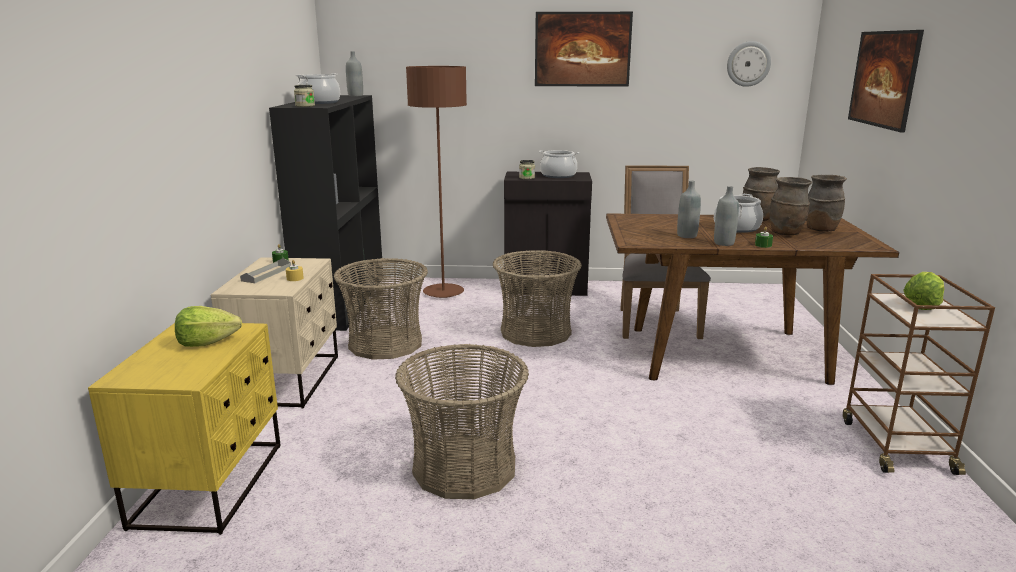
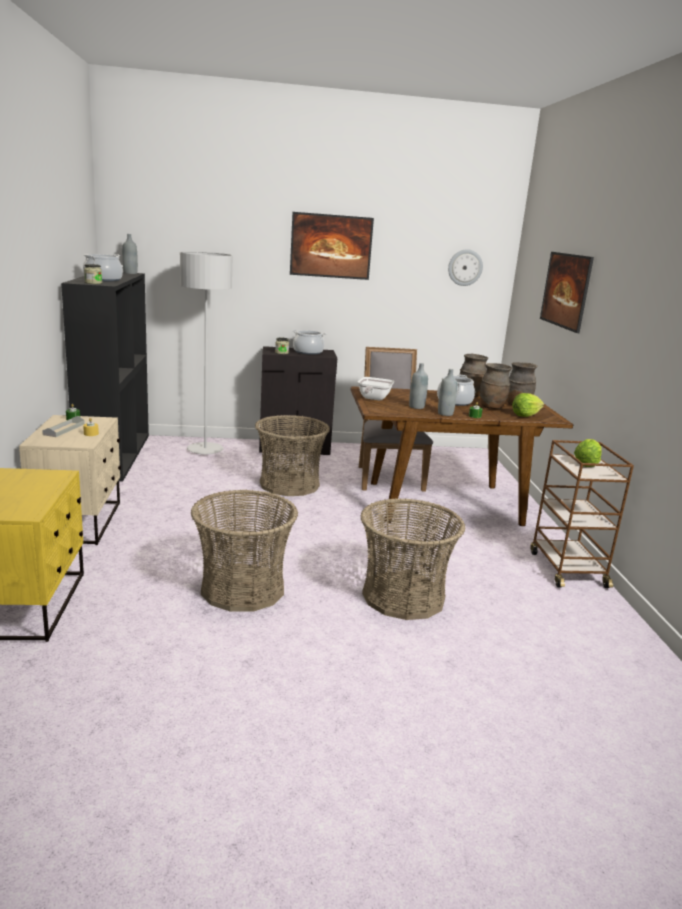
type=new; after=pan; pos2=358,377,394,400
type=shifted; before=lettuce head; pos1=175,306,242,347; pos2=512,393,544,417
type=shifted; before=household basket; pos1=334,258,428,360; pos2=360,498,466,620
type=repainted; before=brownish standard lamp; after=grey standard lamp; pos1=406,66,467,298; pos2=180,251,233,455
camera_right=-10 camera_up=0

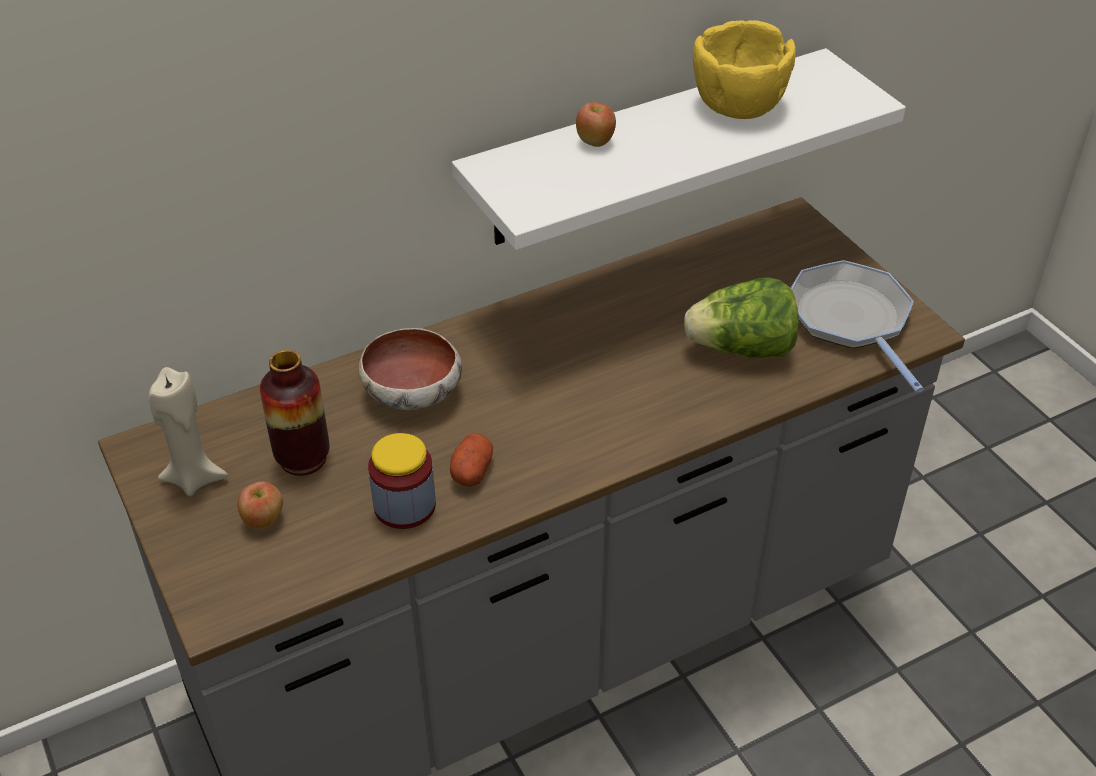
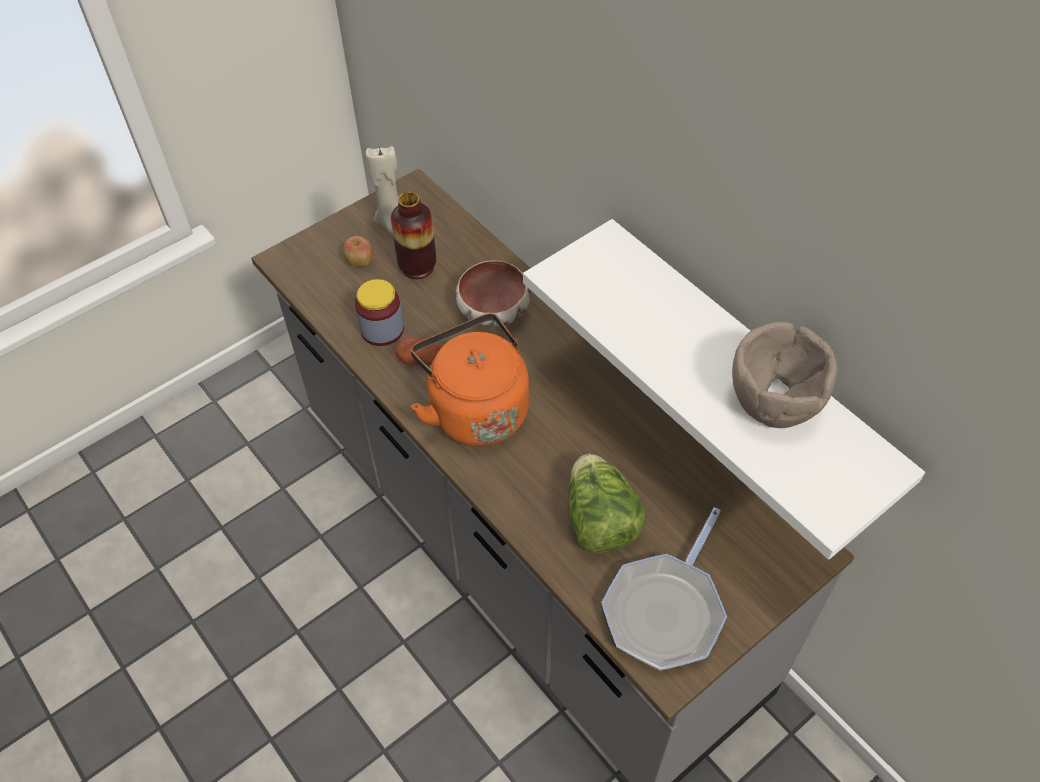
type=gone; before=whole apple; pos1=576,102,616,147
type=new; after=orange-coloured kettle; pos2=411,313,529,446
type=repainted; before=yellow-coloured serving bowl; after=brownish serving bowl; pos1=693,20,796,119; pos2=732,322,837,428
type=rotated; before=pan; pos1=791,260,923,392; pos2=601,508,727,671; turn=150
camera_right=80 camera_up=10

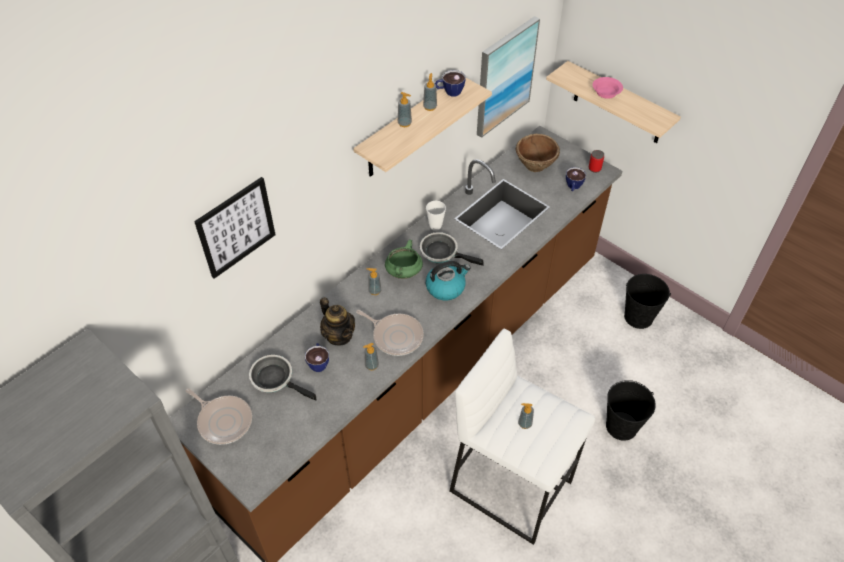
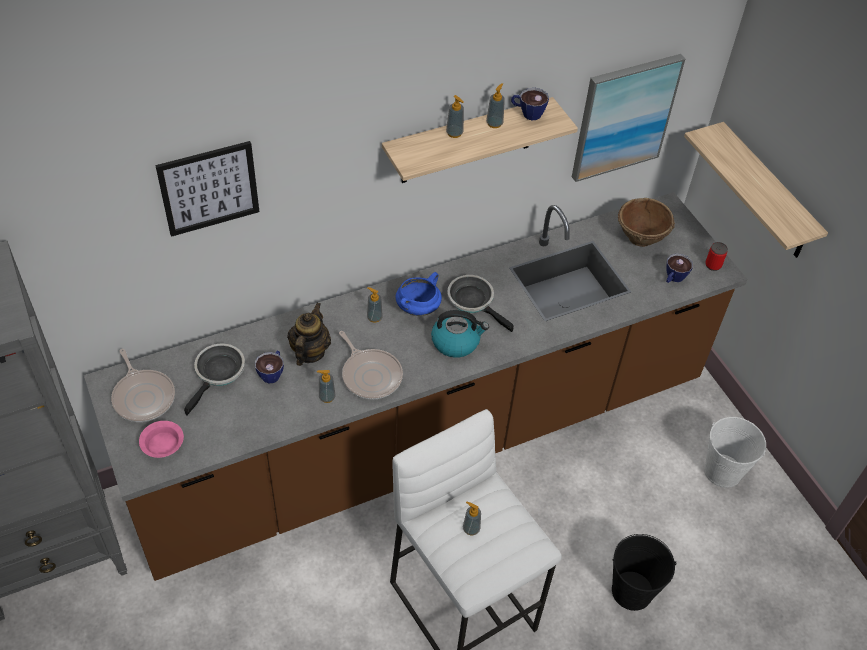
type=gone; before=drinking cup; pos1=426,201,446,231
type=shifted; before=pink serving bowl; pos1=593,77,623,99; pos2=139,421,184,458
type=repainted; before=green stockpot; after=blue stockpot; pos1=385,240,423,279; pos2=396,272,442,316
type=repainted; before=black pail; after=white pail; pos1=624,274,671,329; pos2=704,417,766,488
type=rotated; before=pan; pos1=249,355,317,401; pos2=184,343,245,416; turn=60
type=rotated; before=teapot; pos1=320,297,355,346; pos2=287,302,331,366; turn=-150
camera_right=20 camera_up=0

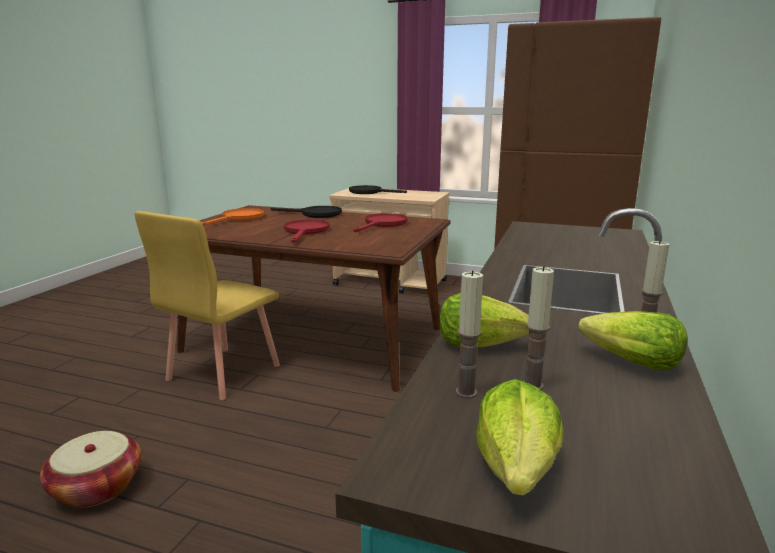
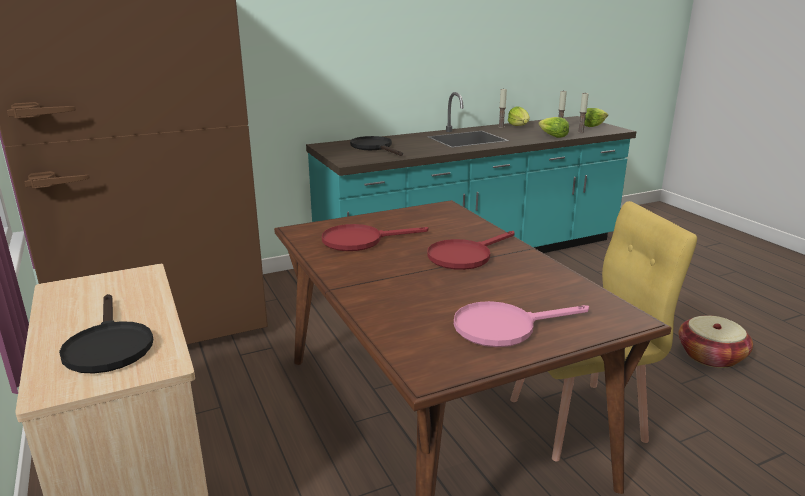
type=shifted; before=black pan; pos1=270,206,342,218; pos2=350,136,403,156
type=repainted; before=orange-coloured pan; after=pink pan; pos1=201,208,264,226; pos2=454,301,589,347
camera_right=-135 camera_up=5

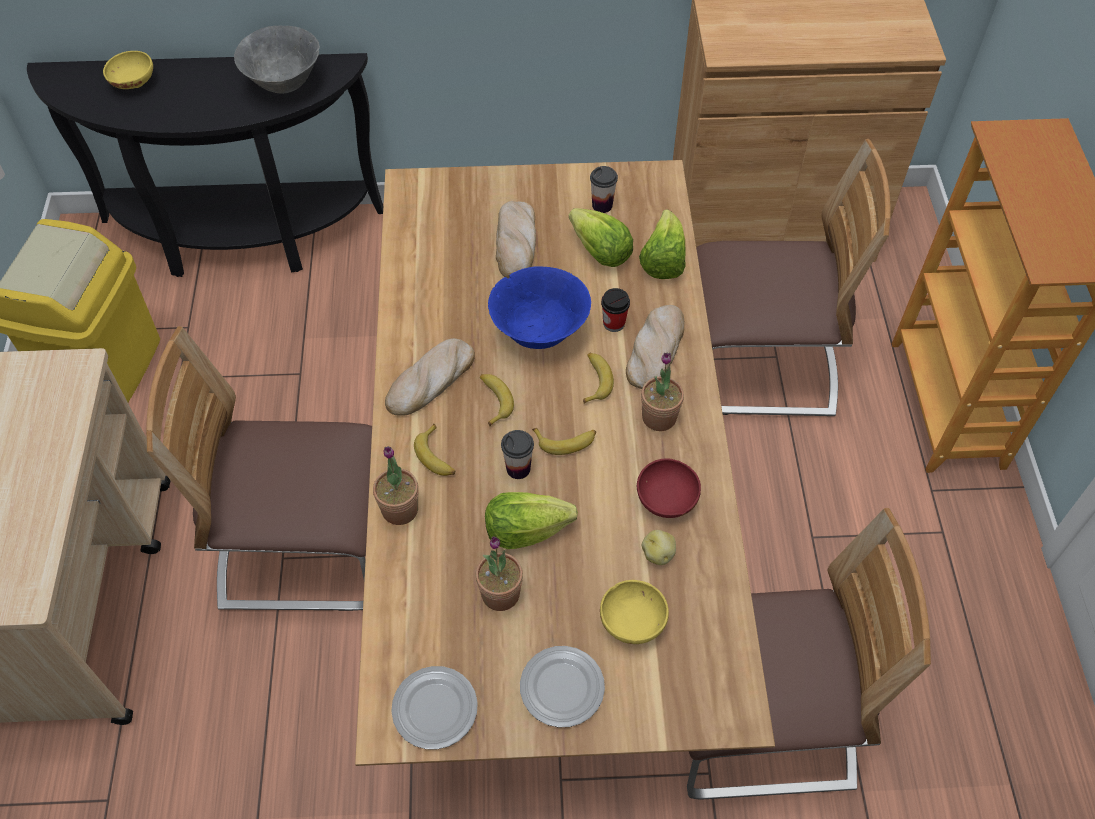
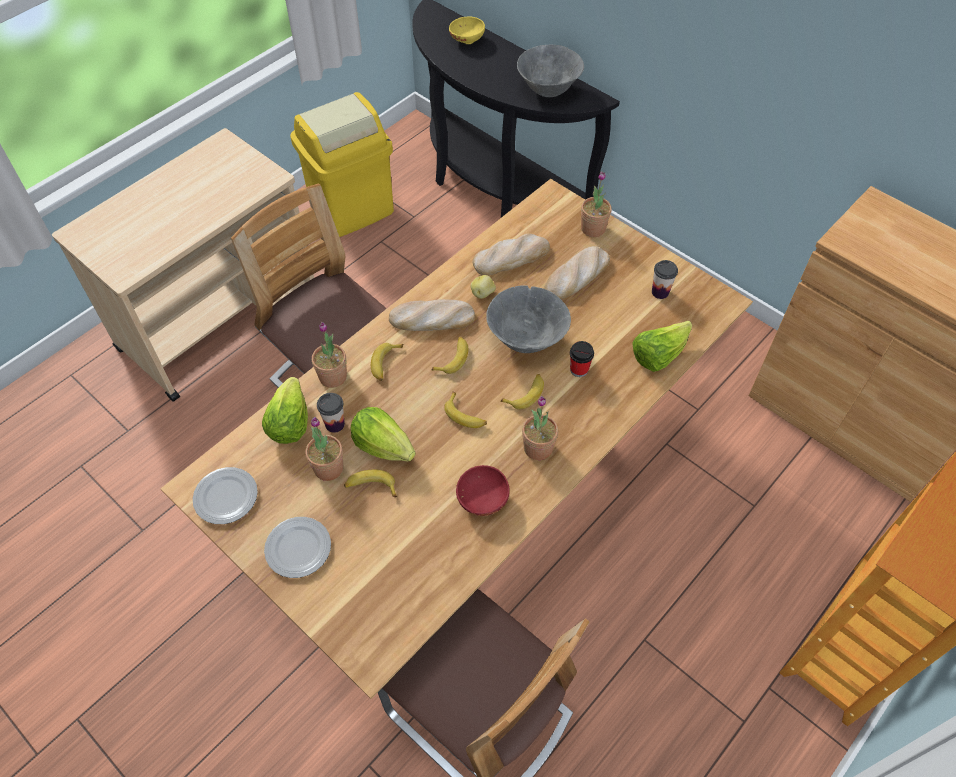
type=gone; before=yellow-coloured serving bowl; pos1=600,580,669,644
type=gone; before=chair; pos1=696,139,891,416
type=new; after=whole banana; pos2=344,470,397,497
type=new; after=houseplant; pos2=581,171,612,237
type=shifted; before=drinking cup; pos1=501,430,534,479; pos2=317,393,345,433
type=shifted; before=lettuce head; pos1=569,208,633,267; pos2=262,377,308,444
type=shifted; before=bakery bread; pos1=626,305,684,389; pos2=473,233,550,276
type=shifted; before=whole potato; pos1=642,530,676,565; pos2=471,275,496,299
type=repainted; before=blue serving bowl; after=grey serving bowl; pos1=488,267,591,349; pos2=486,286,571,353
camera_right=45 camera_up=0

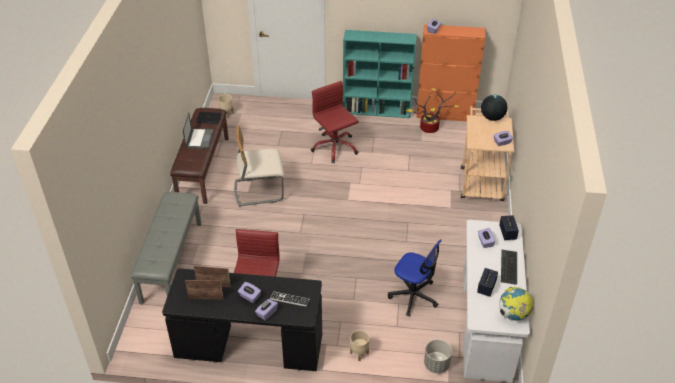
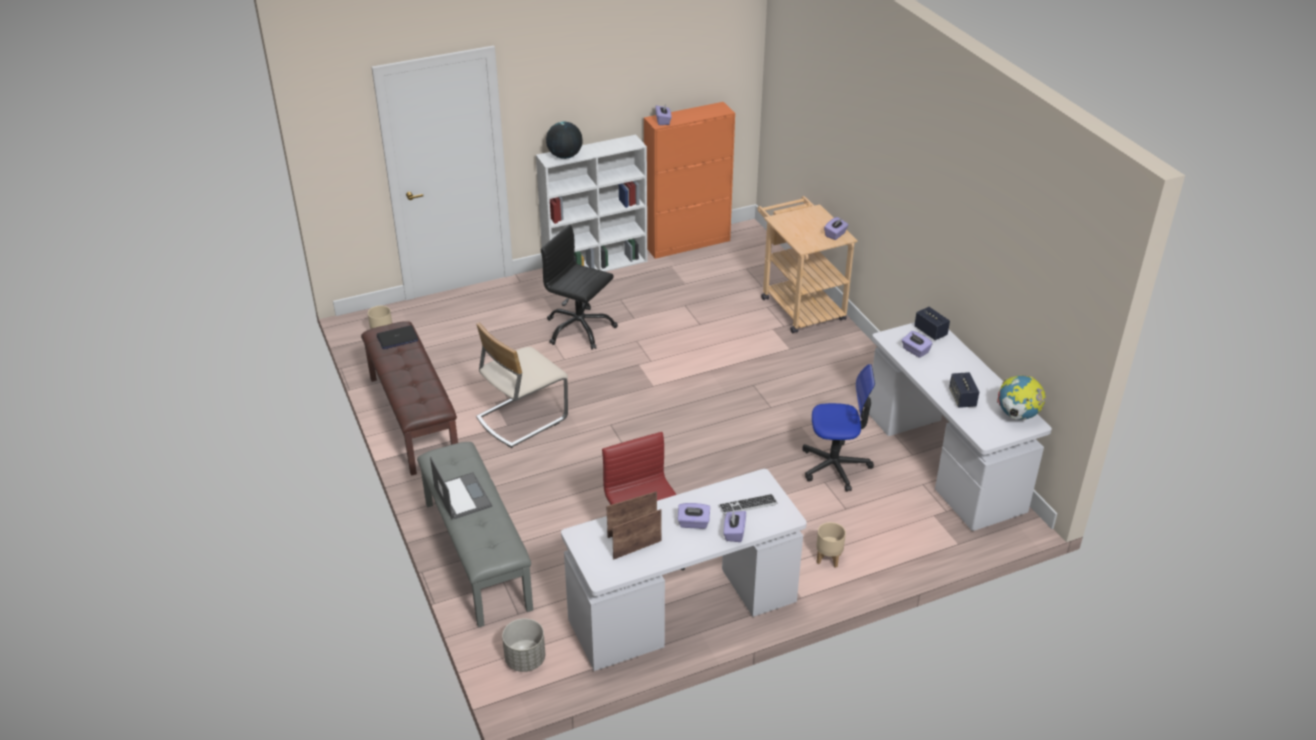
type=gone; before=houseplant; pos1=406,88,459,133
type=gone; before=computer keyboard; pos1=501,250,517,285
type=shifted; before=notebook computer; pos1=183,113,214,149; pos2=430,457,492,520
type=shifted; before=grey flower pot; pos1=424,339,452,373; pos2=502,618,545,672
type=shifted; before=desk globe; pos1=481,95,507,121; pos2=546,122,583,159
type=repainted; before=black desk unit; after=white desk unit; pos1=162,269,322,371; pos2=561,469,807,671
type=repainted; before=red desk chair; after=black desk chair; pos1=311,81,359,163; pos2=541,225,618,350
type=repainted; before=turquoise-coloured bookshelf; after=white bookshelf; pos1=343,30,417,118; pos2=536,135,647,272
camera_right=-30 camera_up=-5

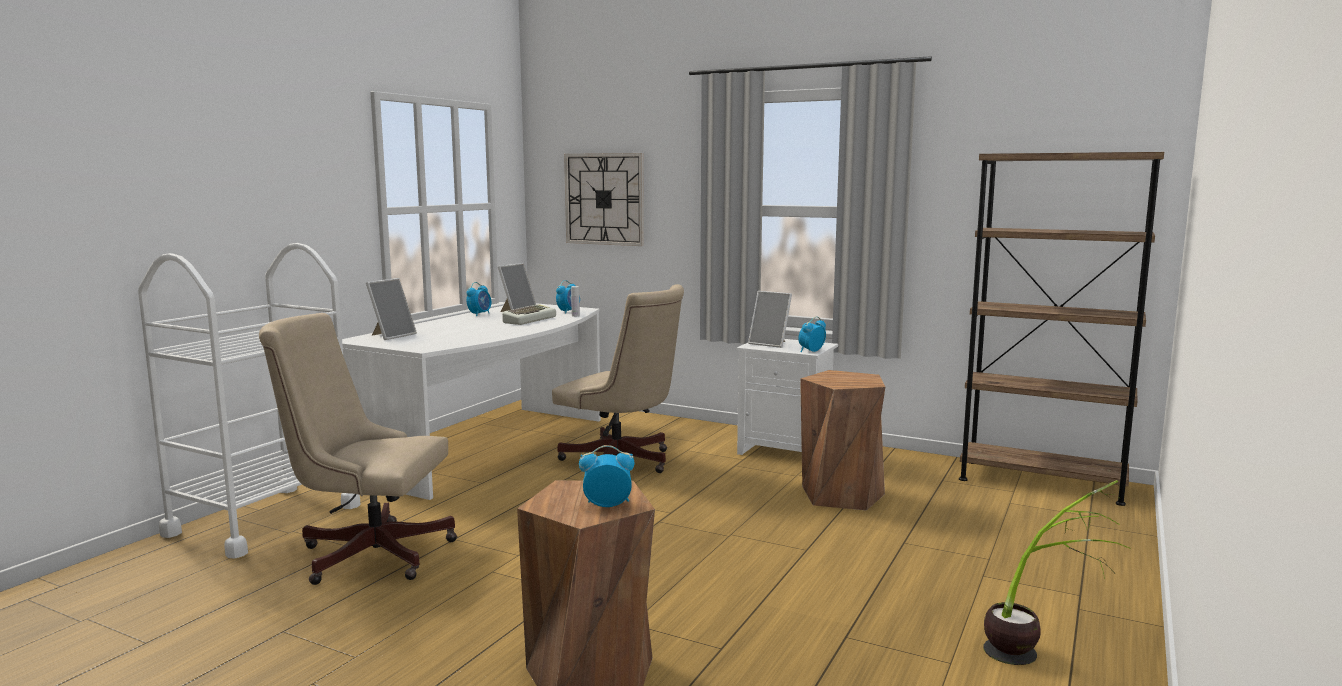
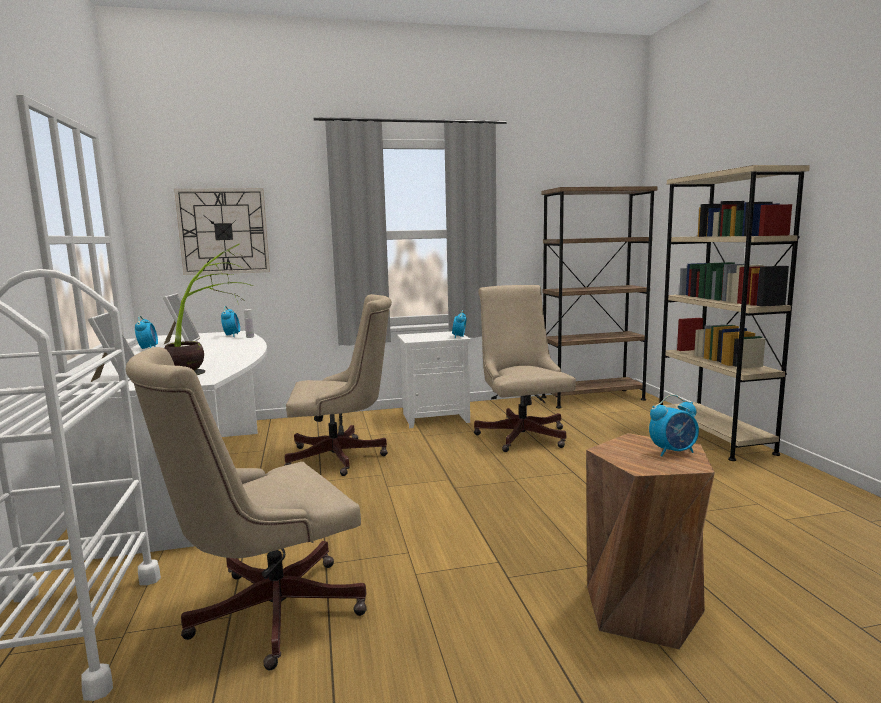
type=gone; before=computer keyboard; pos1=502,304,556,325
type=gone; before=standing frame; pos1=748,291,792,348
type=new; after=beige-coloured bookshelf; pos2=659,165,810,461
type=shifted; before=houseplant; pos1=983,480,1129,665; pos2=164,244,253,375
type=swapped; before=brownish stool; after=beige-coloured desk chair; pos1=800,370,885,511; pos2=474,285,576,452
type=rotated; before=bedside clock; pos1=579,445,634,507; pos2=649,395,699,457; turn=-150
camera_right=-40 camera_up=0

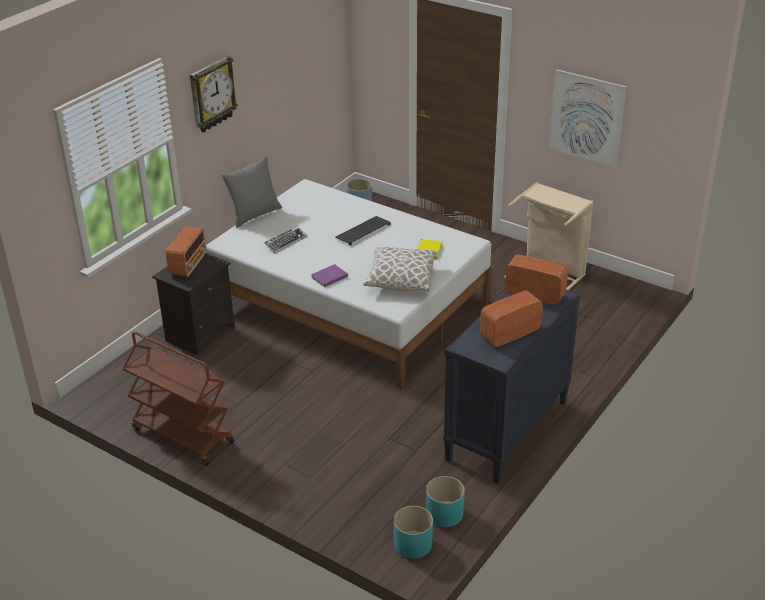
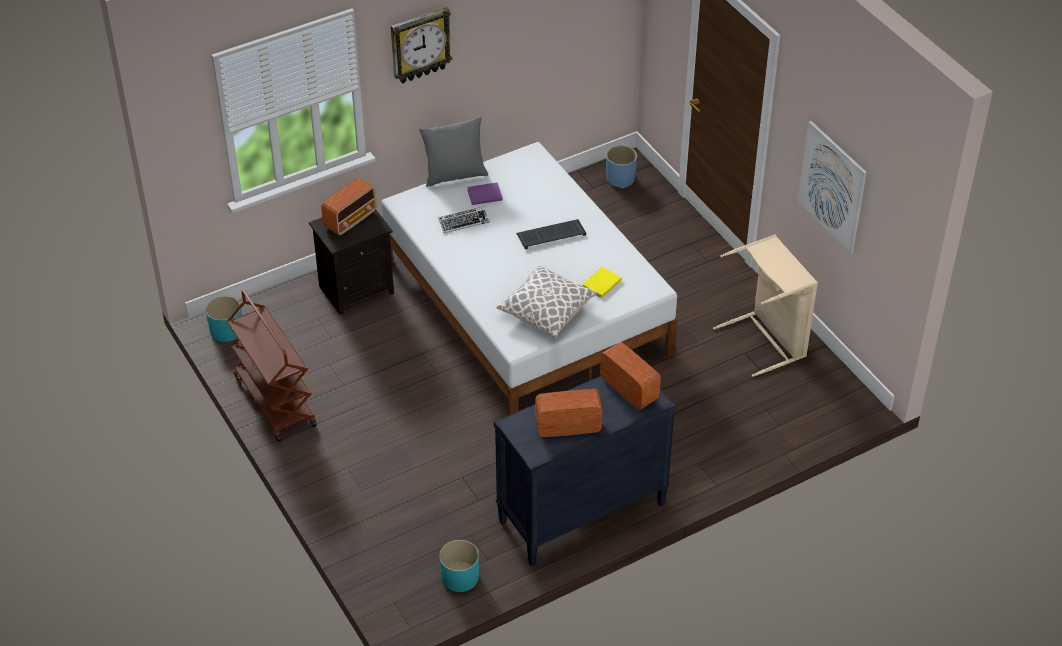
type=shifted; before=purple-coloured volume; pos1=311,264,348,287; pos2=467,182,503,205
type=shifted; before=turquoise-coloured flower pot; pos1=394,506,433,559; pos2=205,296,242,342
camera_right=25 camera_up=10

